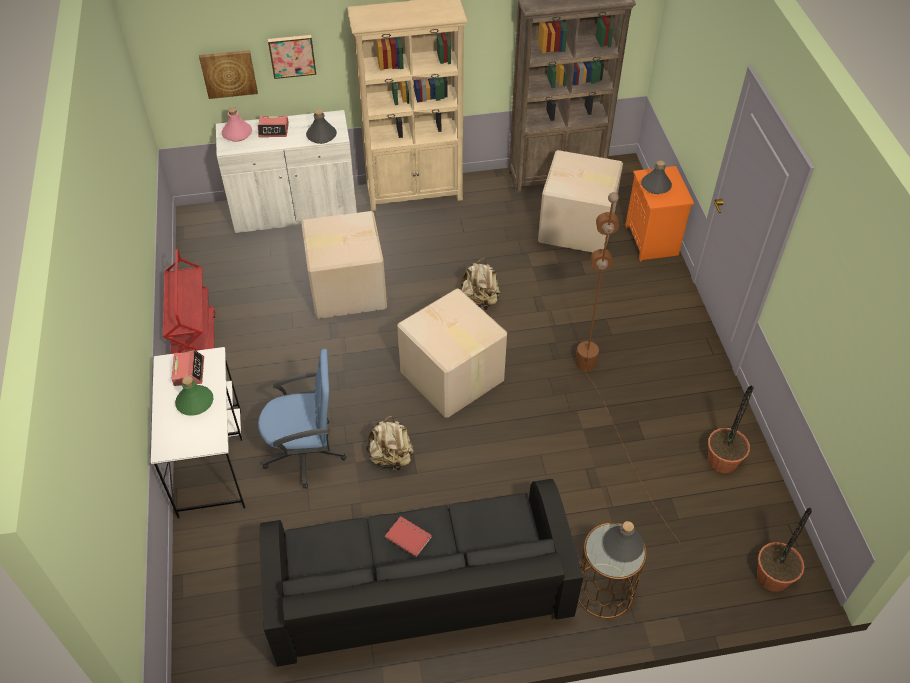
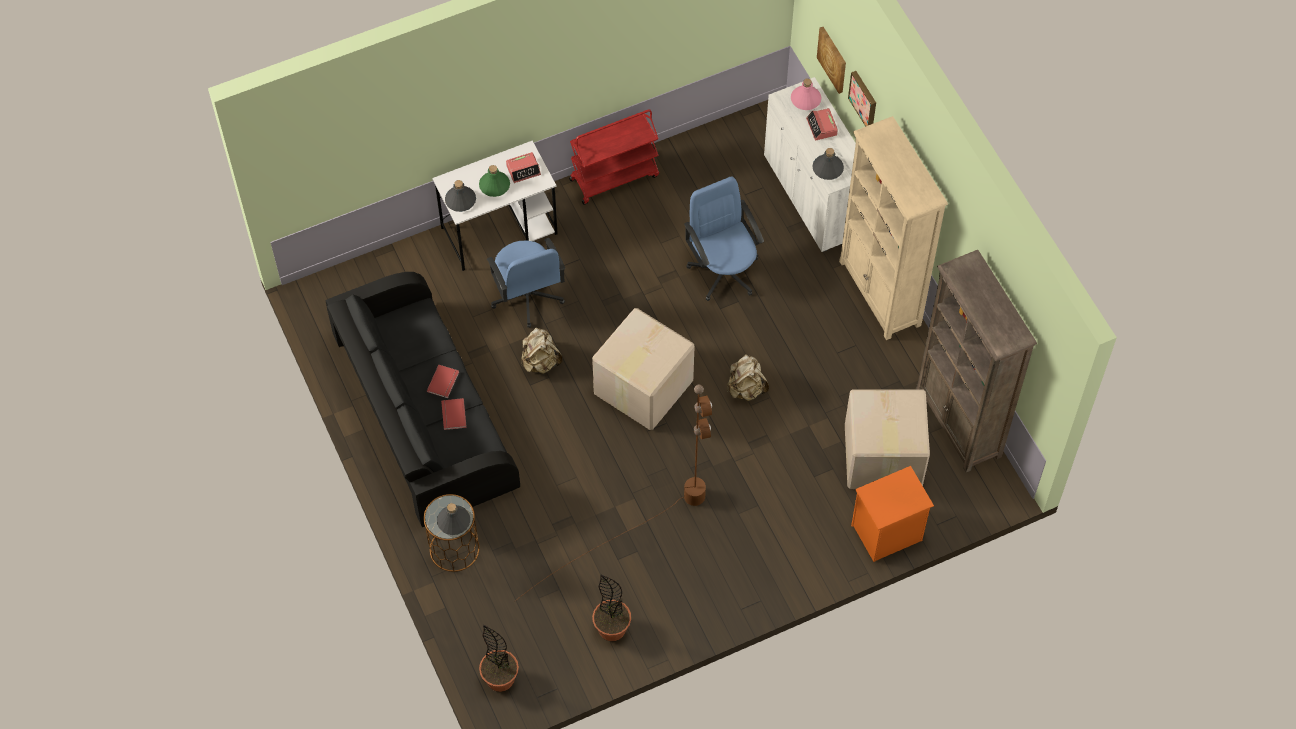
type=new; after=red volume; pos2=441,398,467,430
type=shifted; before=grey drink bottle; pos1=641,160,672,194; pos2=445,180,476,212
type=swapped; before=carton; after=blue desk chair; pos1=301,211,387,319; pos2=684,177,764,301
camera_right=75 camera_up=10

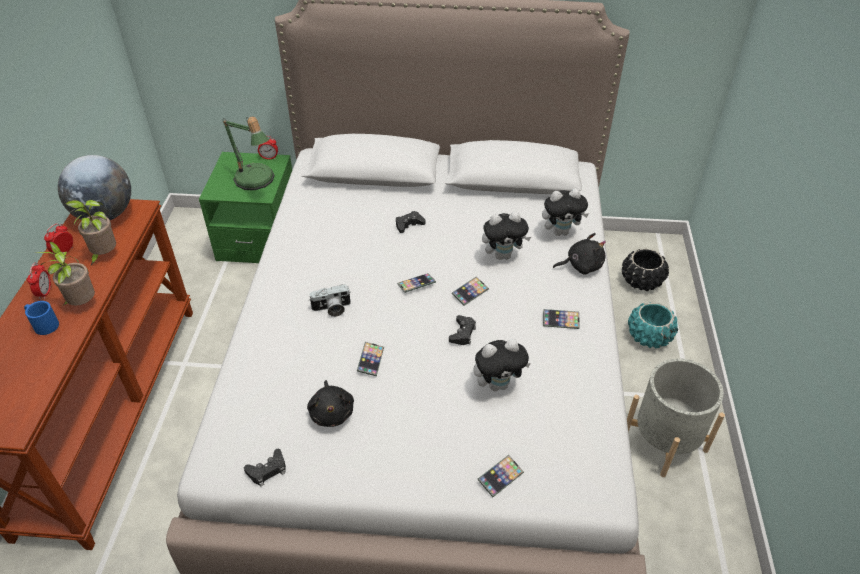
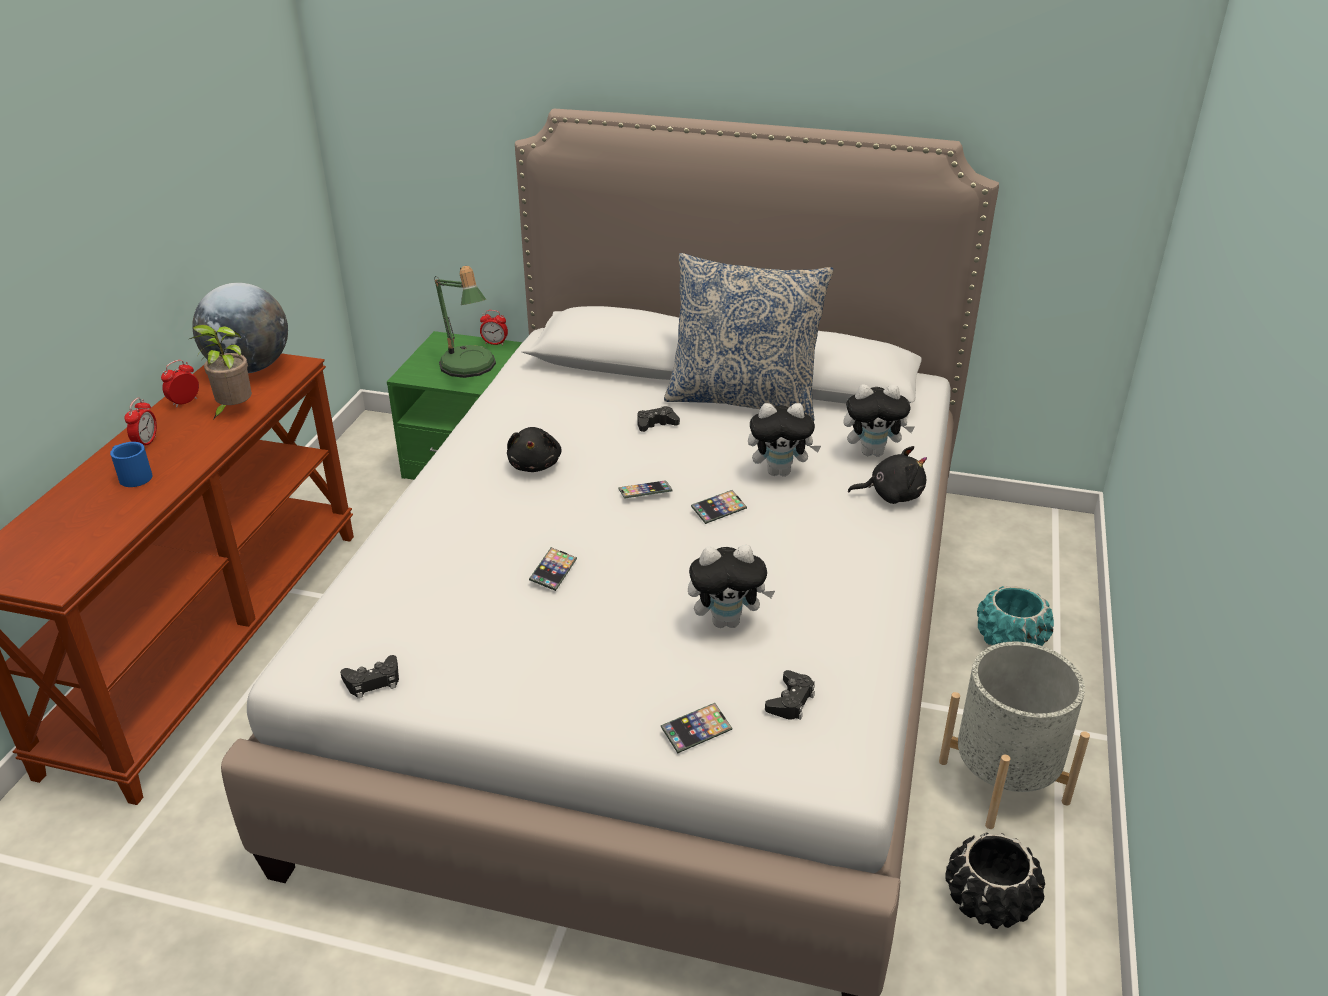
type=gone; before=houseplant; pos1=35,242,95,305
type=gone; before=photo camera; pos1=309,284,351,317
type=gone; before=handset; pos1=543,309,580,329
type=new; after=cushion; pos2=664,253,833,421
type=shifted; before=black plush toy; pos1=307,380,354,427; pos2=507,427,562,472
type=shifted; before=black joypad; pos1=449,315,476,345; pos2=765,670,815,720
type=shifted; before=black flower pot; pos1=622,248,669,291; pos2=945,833,1045,929
camera_right=10 camera_up=-10

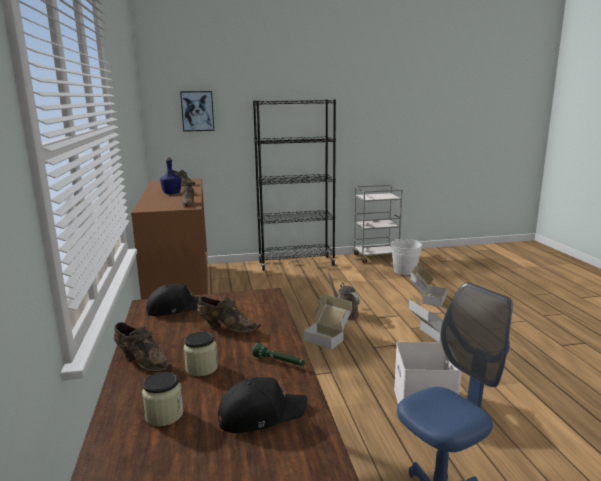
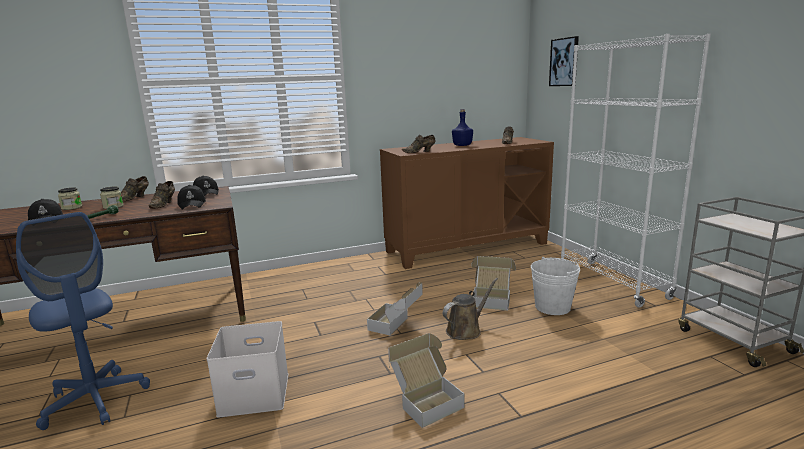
type=new; after=black peaked cap; pos2=177,185,206,209
type=shifted; before=white pail; pos1=391,239,422,275; pos2=531,257,580,315
type=shifted; before=carton; pos1=410,264,447,307; pos2=471,256,516,310
type=repainted; before=black bookshelf; after=white bookshelf; pos1=253,99,336,271; pos2=561,34,711,307
camera_right=80 camera_up=0

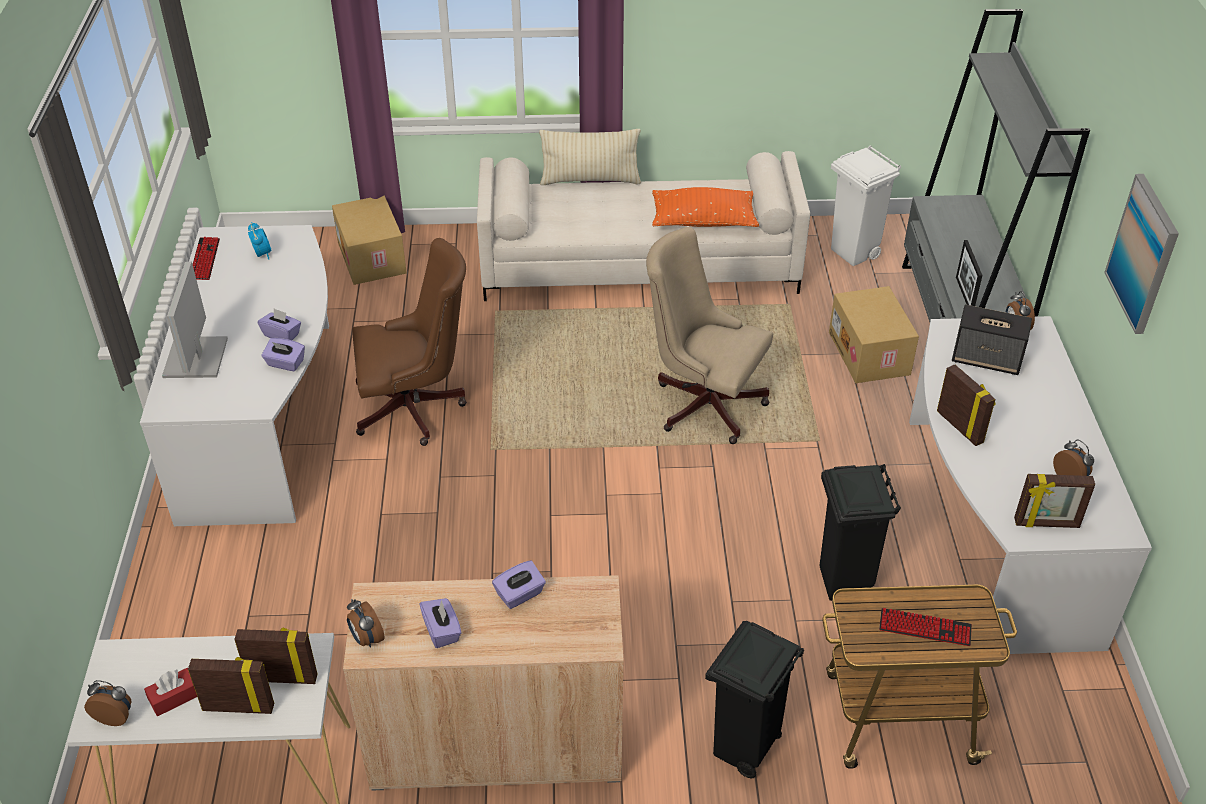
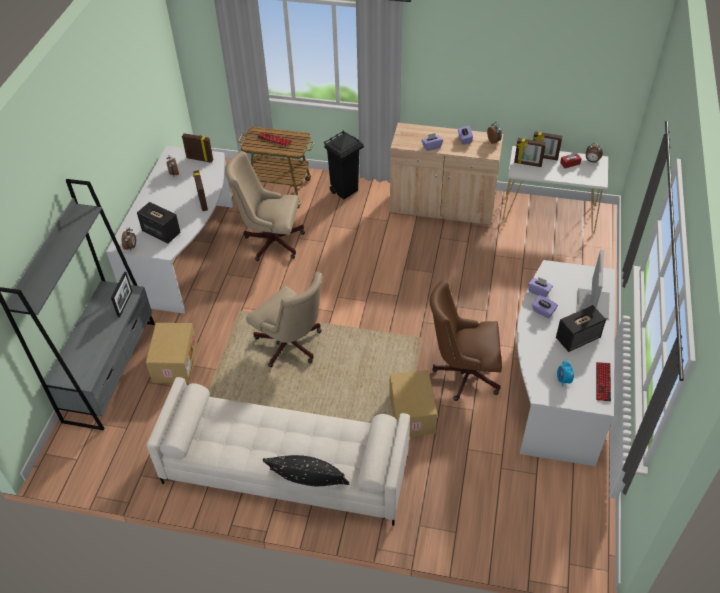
type=gone; before=orange-coloured cushion; pos1=652,187,759,227
type=gone; before=white waste bin; pos1=831,145,901,266
type=gone; before=wall art; pos1=1104,174,1179,334
type=new; after=audio speaker; pos2=556,305,606,352
type=shifted; before=carton; pos1=332,196,407,285; pos2=389,370,437,436
type=swapped; before=black waste bin; after=beige-coloured desk chair; pos1=819,464,901,601; pos2=225,151,305,261
type=repainted; before=beige-coloured cushion; after=black cushion; pos1=539,129,641,185; pos2=263,455,349,486
camera_right=-165 camera_up=5

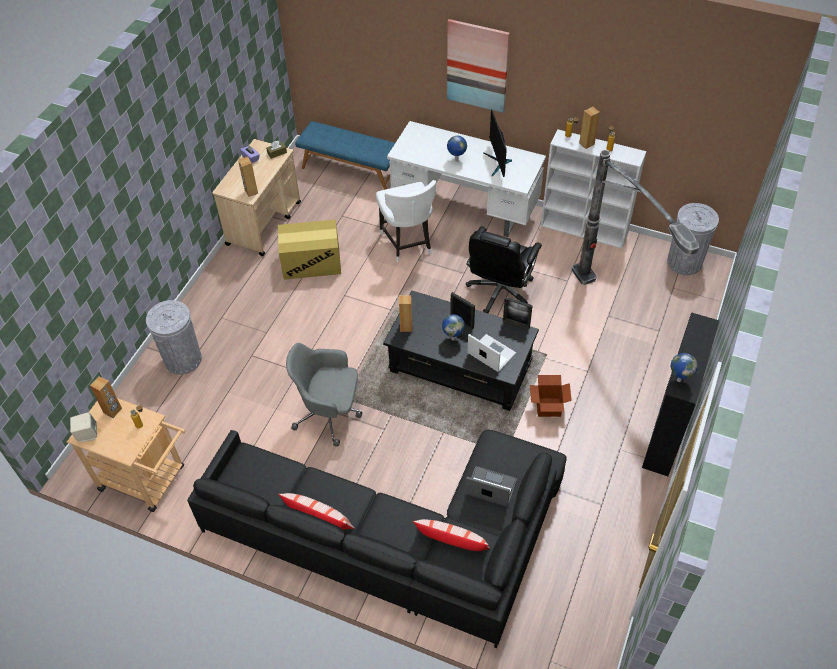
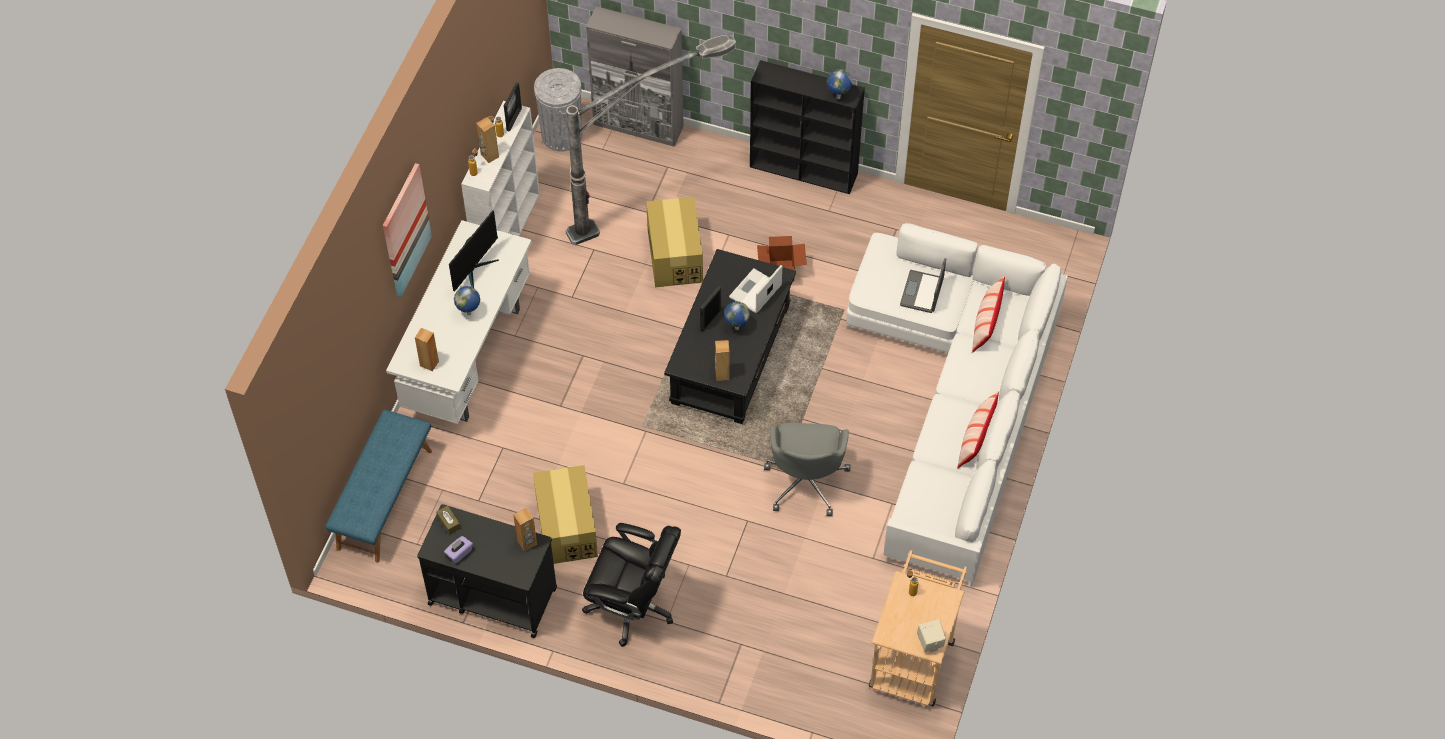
type=gone; before=grey waste bin; pos1=146,300,202,375
type=gone; before=white chair; pos1=376,180,436,262
type=new; after=grey storage cabinet; pos2=586,6,684,147
type=new; after=carton; pos2=646,197,703,287
type=shifted; before=brownish audio speaker; pos1=90,376,122,418; pos2=415,328,439,371
type=shifted; before=black desk chair; pos1=466,226,542,313; pos2=582,523,681,647
type=shifted; before=standing frame; pos1=503,297,533,329; pos2=504,82,522,132
type=repainted; before=black settee; after=white settee; pos1=187,430,567,648; pos2=846,223,1068,588
type=repainted; before=beige-coloured wheeled cart; after=black wheeled cart; pos1=212,139,301,256; pos2=417,504,557,638
type=rotated; before=computer display; pos1=484,109,512,177; pos2=449,210,499,292; turn=-45
camera_right=-95 camera_up=5

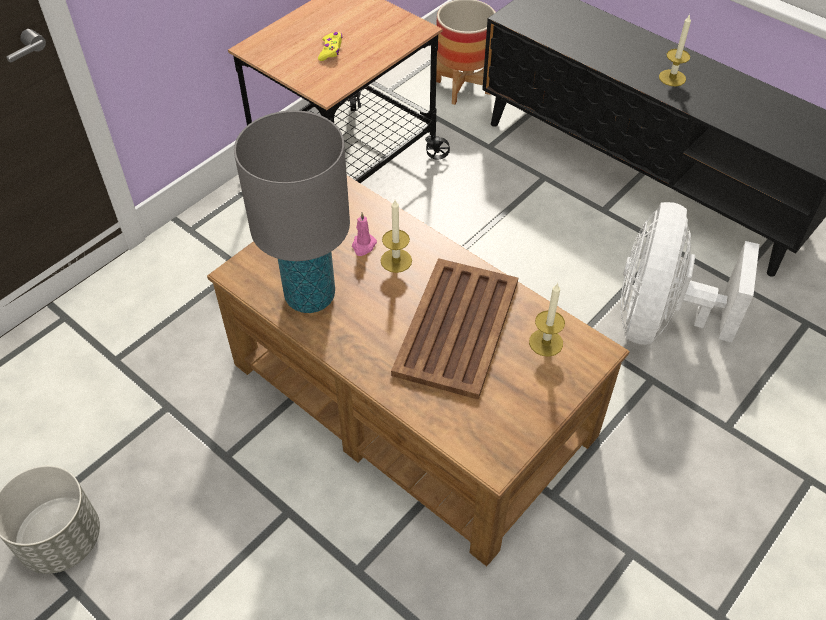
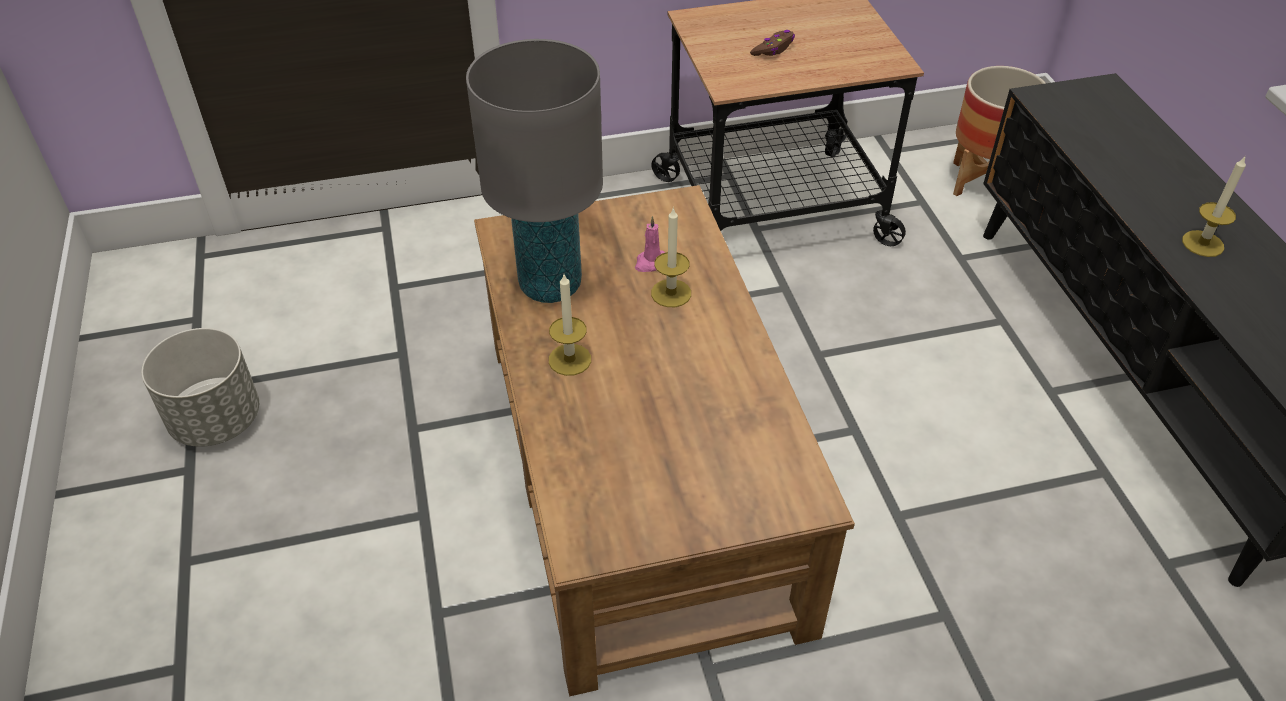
type=gone; before=brownish carrying tray; pos1=391,258,518,400
type=gone; before=white fan; pos1=621,202,759,345
type=shifted; before=wax light; pos1=529,282,565,357; pos2=549,274,591,376
type=repainted; before=yellow-coloured joypad; after=brownish joypad; pos1=318,32,342,61; pos2=750,30,795,56
camera_right=35 camera_up=-5

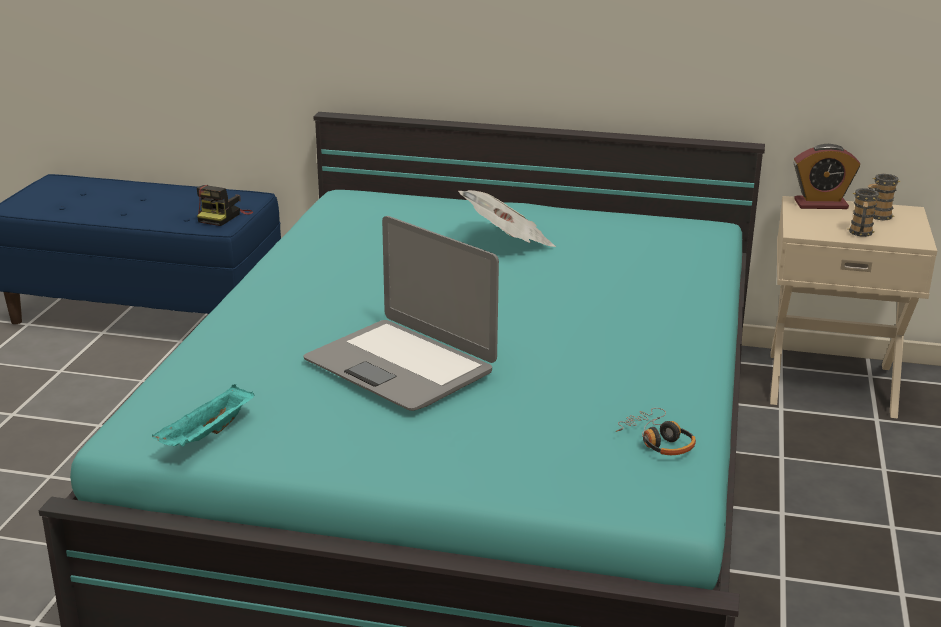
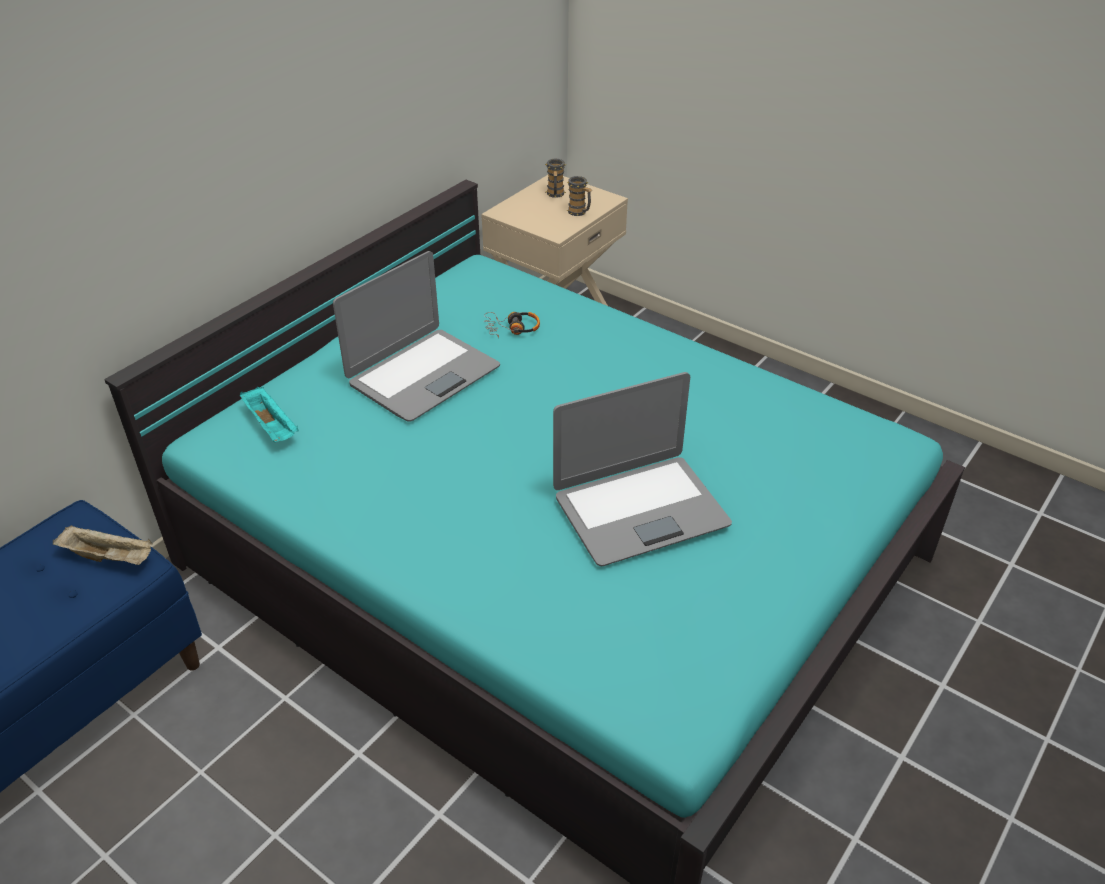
type=gone; before=bedside clock; pos1=793,144,860,209
type=shifted; before=turquoise-coloured carrying tray; pos1=152,384,254,446; pos2=240,387,299,442
type=shifted; before=headphones; pos1=616,408,696,455; pos2=483,312,540,338
type=swapped; before=photo camera; after=beige-coloured carrying tray; pos1=197,185,253,226; pos2=53,525,153,565
type=swapped; before=newspaper; after=notebook computer; pos1=458,190,556,247; pos2=333,251,500,422
camera_right=-65 camera_up=15

